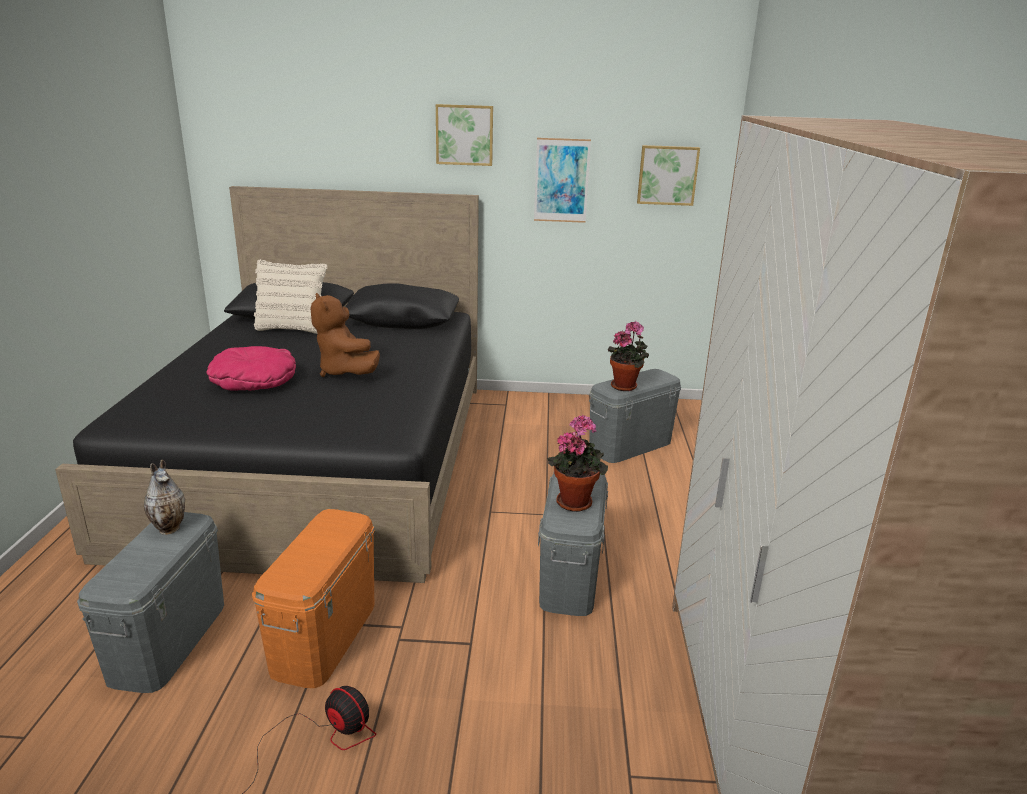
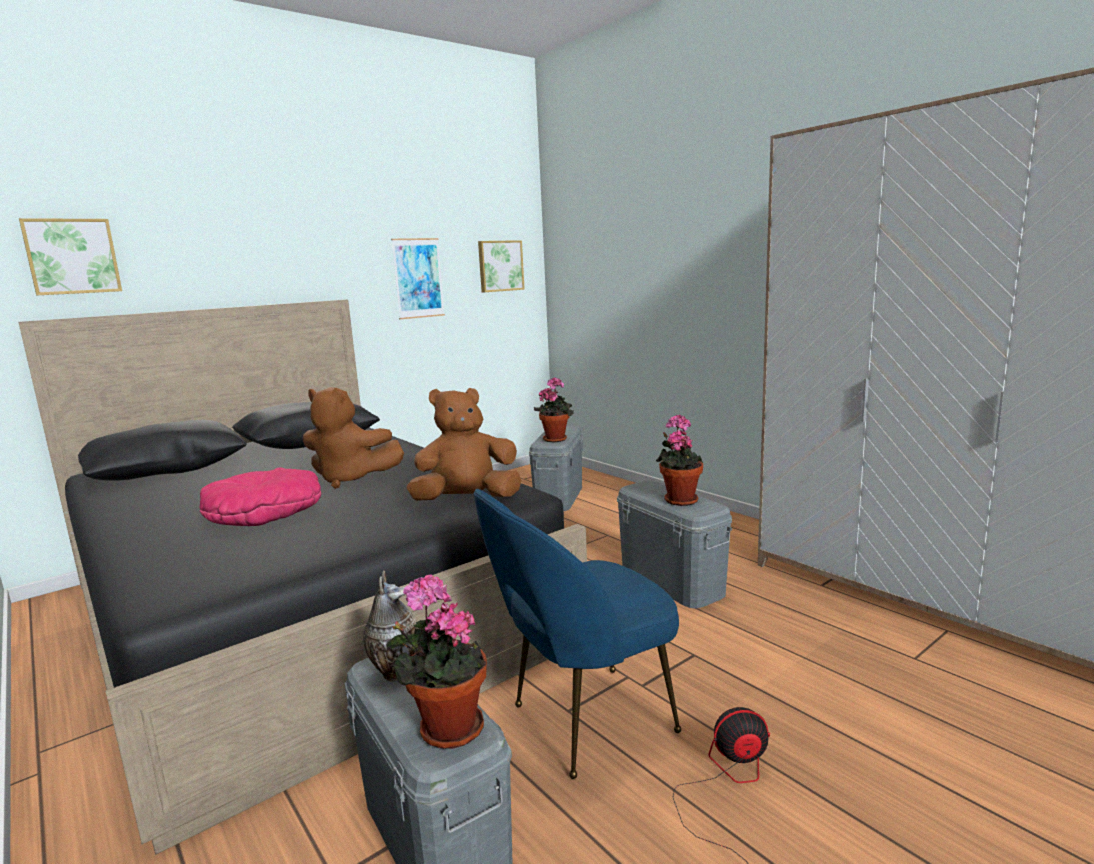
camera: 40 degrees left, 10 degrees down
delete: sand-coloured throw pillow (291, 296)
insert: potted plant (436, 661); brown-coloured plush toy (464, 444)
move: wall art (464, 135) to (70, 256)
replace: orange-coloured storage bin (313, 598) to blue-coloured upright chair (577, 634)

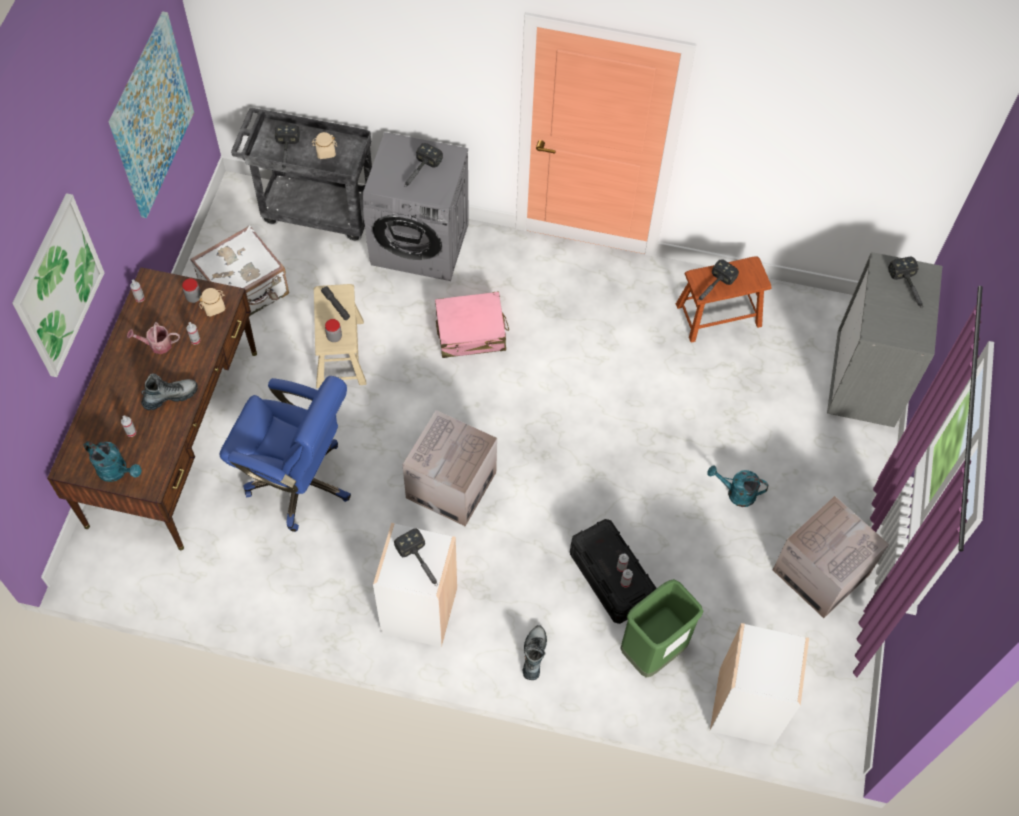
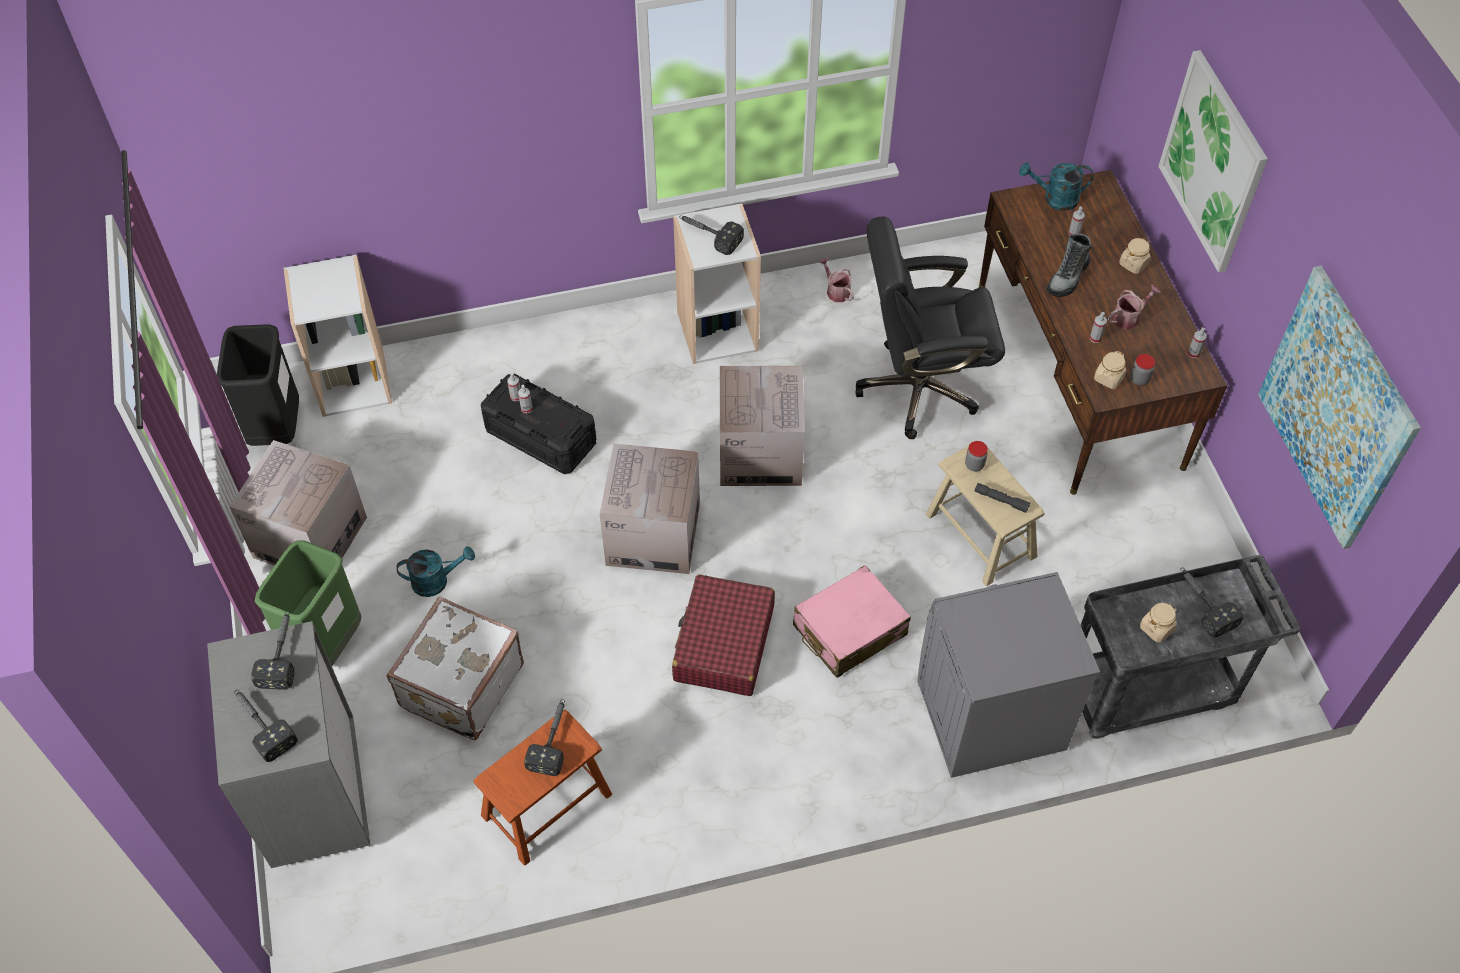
camera: 155 degrees right, 5 degrees down
delete: boot (535, 652)
insert: black-coloured waste bin (258, 385); cardboard box (650, 508); red piece of luggage (723, 635); sprinkling can (836, 280); sand-coloured preserve jar (1134, 256)
move: white piece of luggage (239, 270) to (455, 668); hand hammer (423, 165) to (272, 650); green-coloured waste bin (662, 628) to (308, 603)
recolor: blue-coloured computer chair (285, 454) to black-coloured computer chair (930, 327)

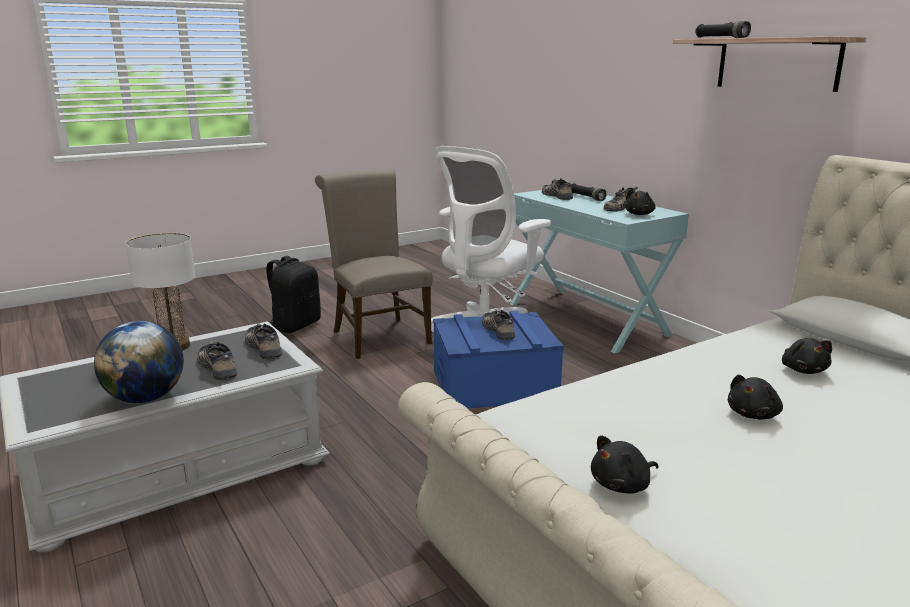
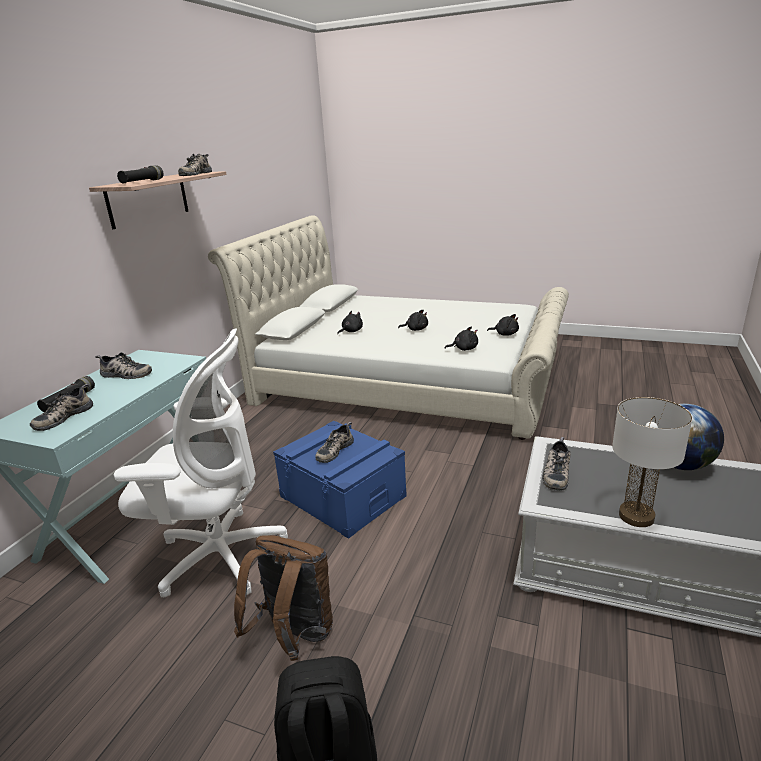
camera: 125 degrees left, 5 degrees up
move: shoe (217, 361) to (195, 164); black-coloured plush toy (640, 202) to (461, 339)
replace: sand-coloured upright chair (374, 264) to brown-coloured knapsack (283, 598)

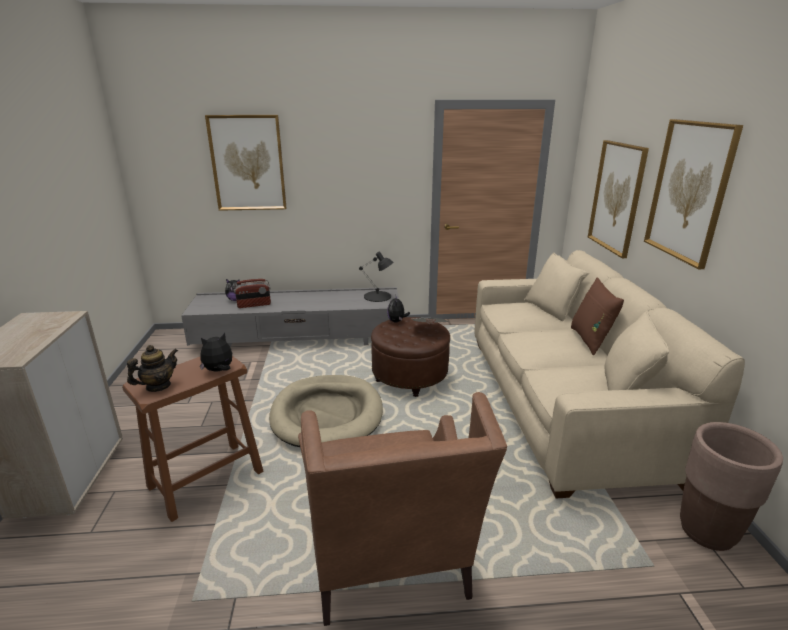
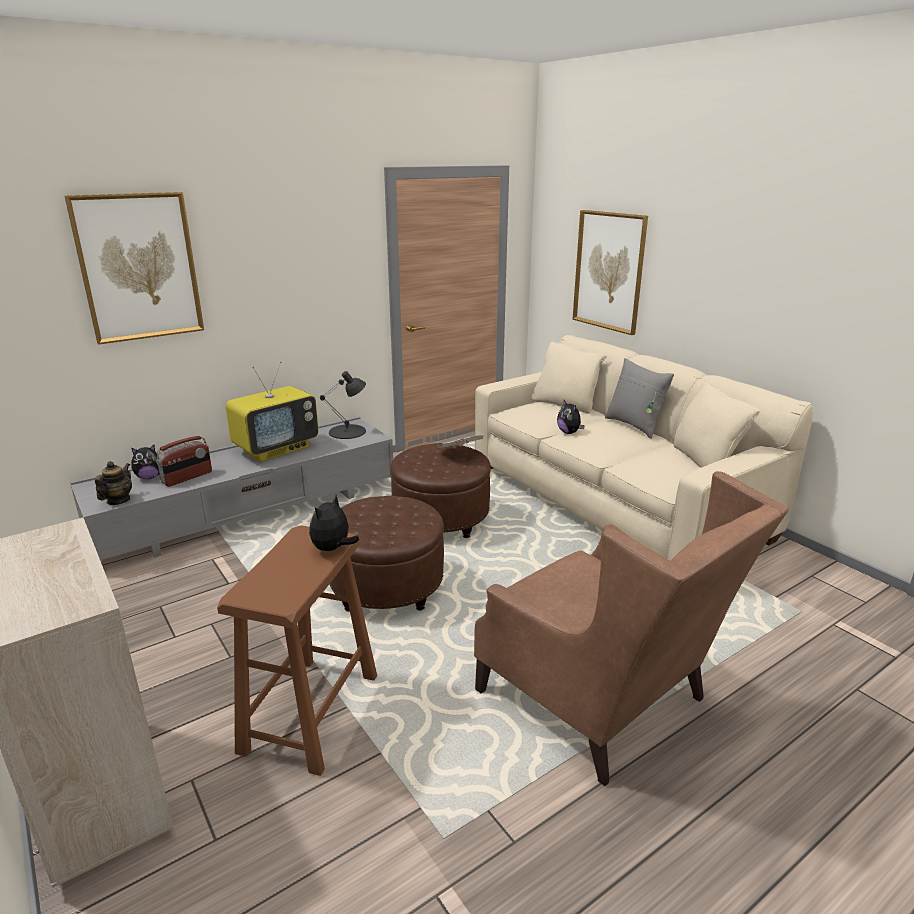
camera: 30 degrees left, 0 degrees up
delete: wall art (693, 194); brown-coloured planter (731, 486)
insert: TV set (272, 411)
move: teapot (152, 368) to (113, 483); plush toy (398, 308) to (571, 417)
replace: sand-coloured pet bed (326, 411) to brown-coloured footrest (387, 553)
recolor: brown-coloured throw pillow (597, 316) to greyish throw pillow (639, 398)

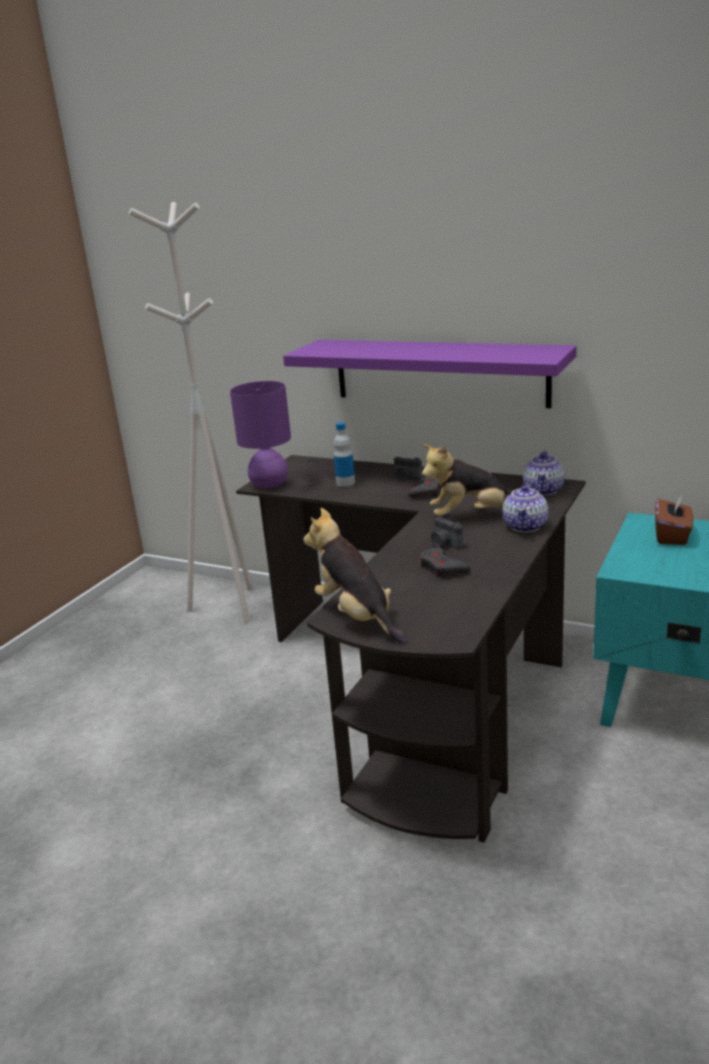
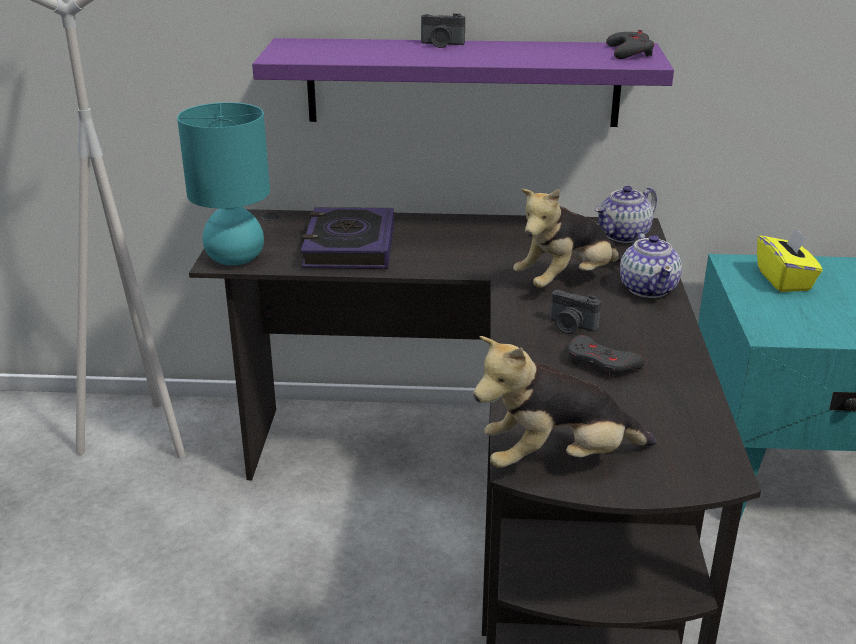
camera: 25 degrees left, 5 degrees up
move: still camera (408, 469) to (443, 30); greyish gamepad (425, 487) to (630, 44)
replace: drink bottle (344, 454) to volume (347, 238)
recolor: purple-coloured tabletop lamp (260, 434) to blue-green tabletop lamp (223, 183); brown-coloured box of tissues (674, 519) to yellow-coloured box of tissues (790, 259)
rotate: plush toy (355, 576) = (564, 402) 45 degrees counterclockwise; teapot (544, 473) = (626, 214) 60 degrees clockwise

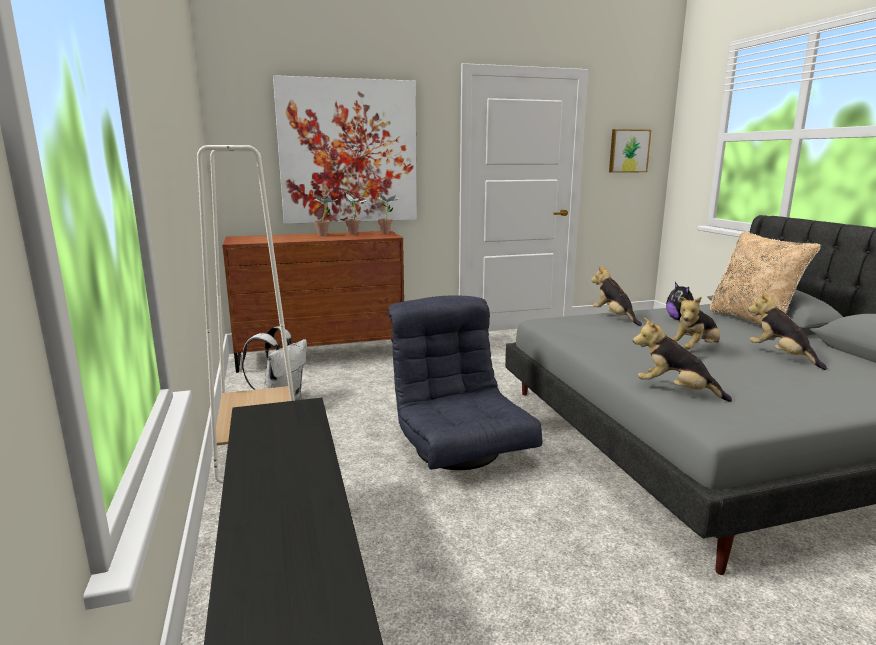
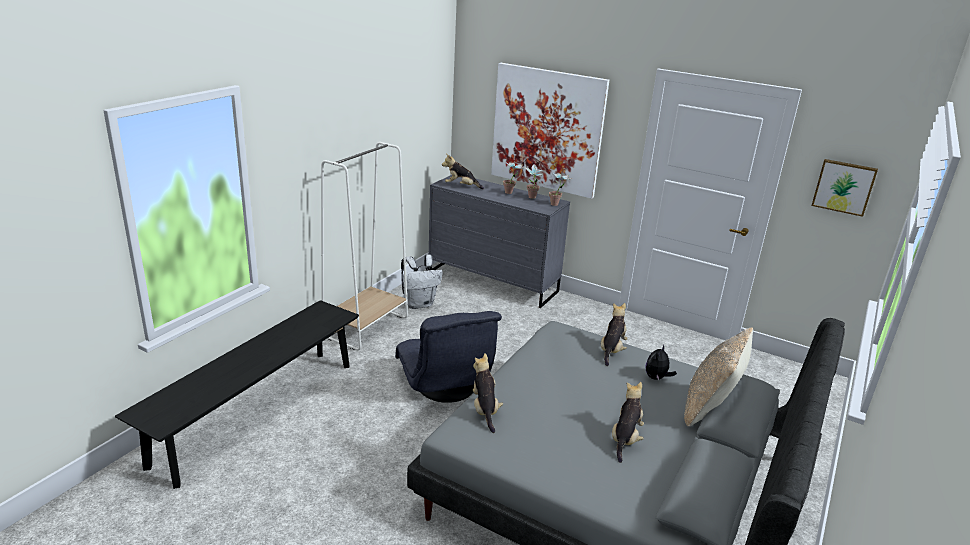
camera: 45 degrees right, 10 degrees up
move: plush toy (695, 323) to (463, 171)
recolor: brown-coloured chest of drawers (313, 302) to greyish chest of drawers (499, 241)
rotate: greyish lounge chair (465, 383) = (448, 357) 135 degrees clockwise

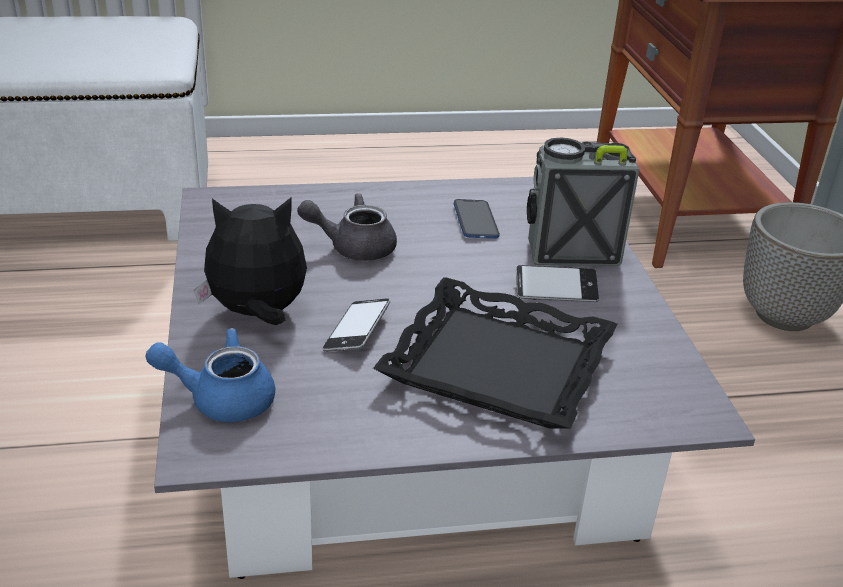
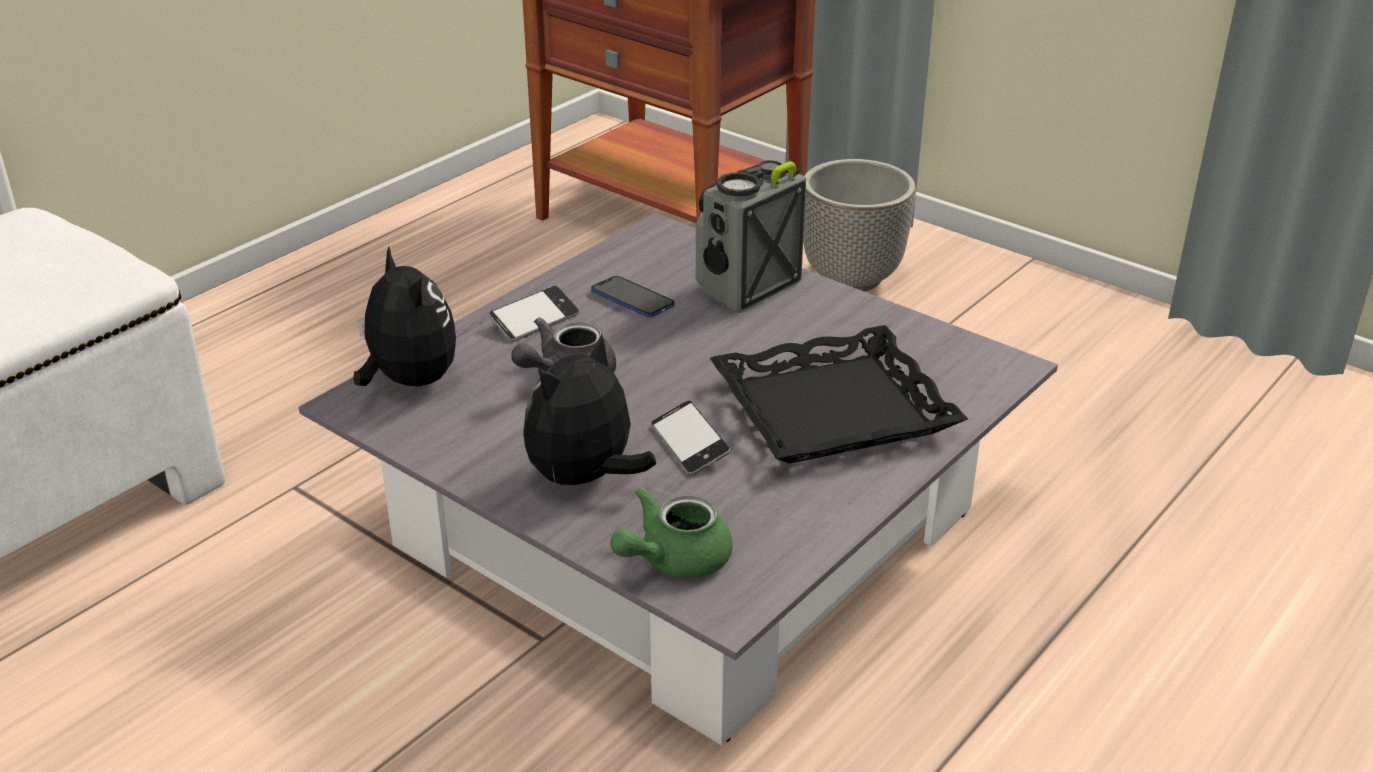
camera: 40 degrees left, 0 degrees up
insert: plush toy (405, 316)
move: handset (557, 283) to (533, 314)
recolor: blue-coloured teapot (210, 375) to green-coloured teapot (671, 532)

